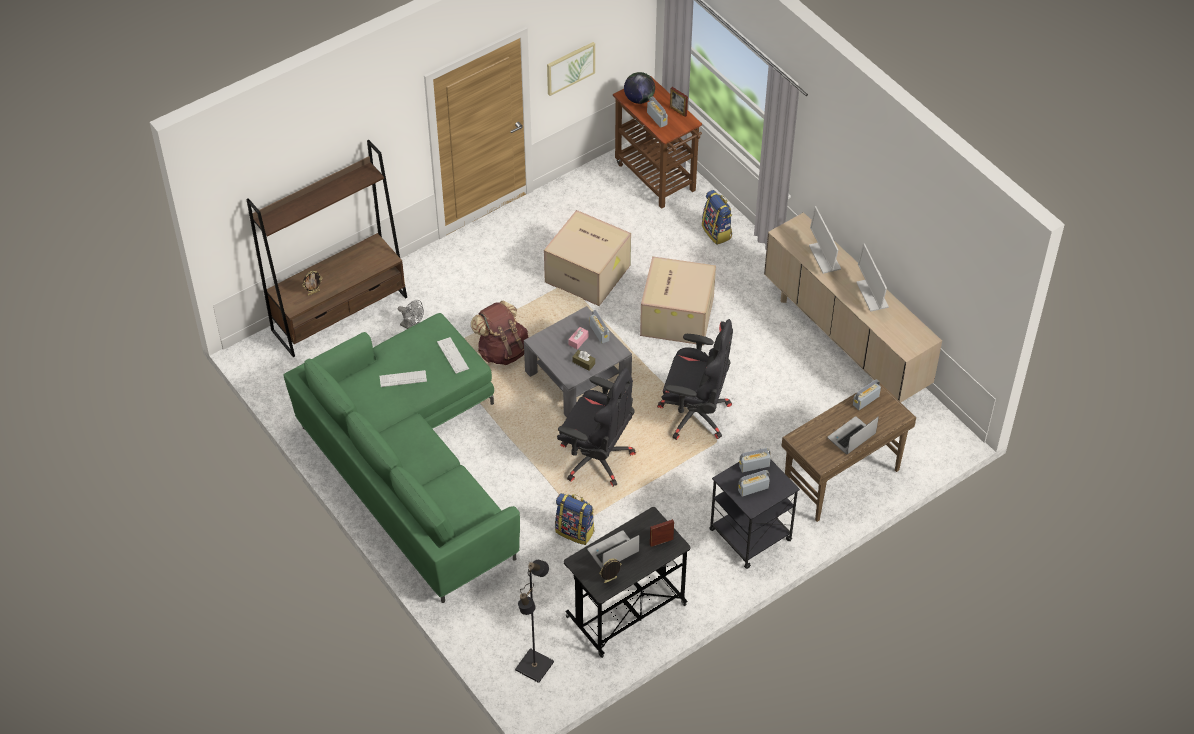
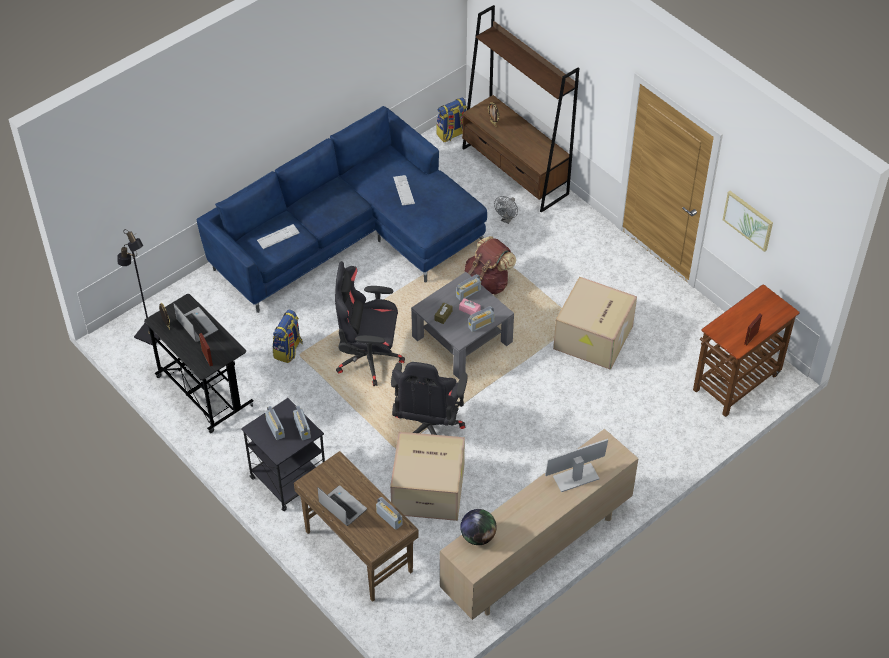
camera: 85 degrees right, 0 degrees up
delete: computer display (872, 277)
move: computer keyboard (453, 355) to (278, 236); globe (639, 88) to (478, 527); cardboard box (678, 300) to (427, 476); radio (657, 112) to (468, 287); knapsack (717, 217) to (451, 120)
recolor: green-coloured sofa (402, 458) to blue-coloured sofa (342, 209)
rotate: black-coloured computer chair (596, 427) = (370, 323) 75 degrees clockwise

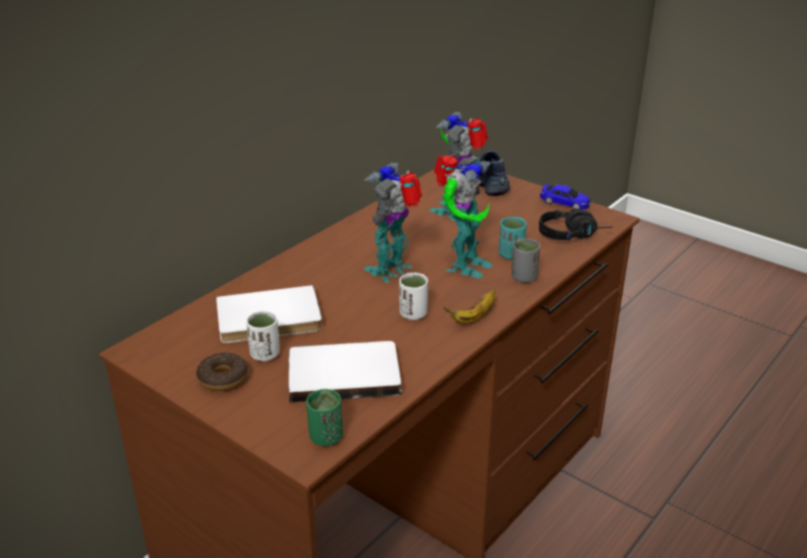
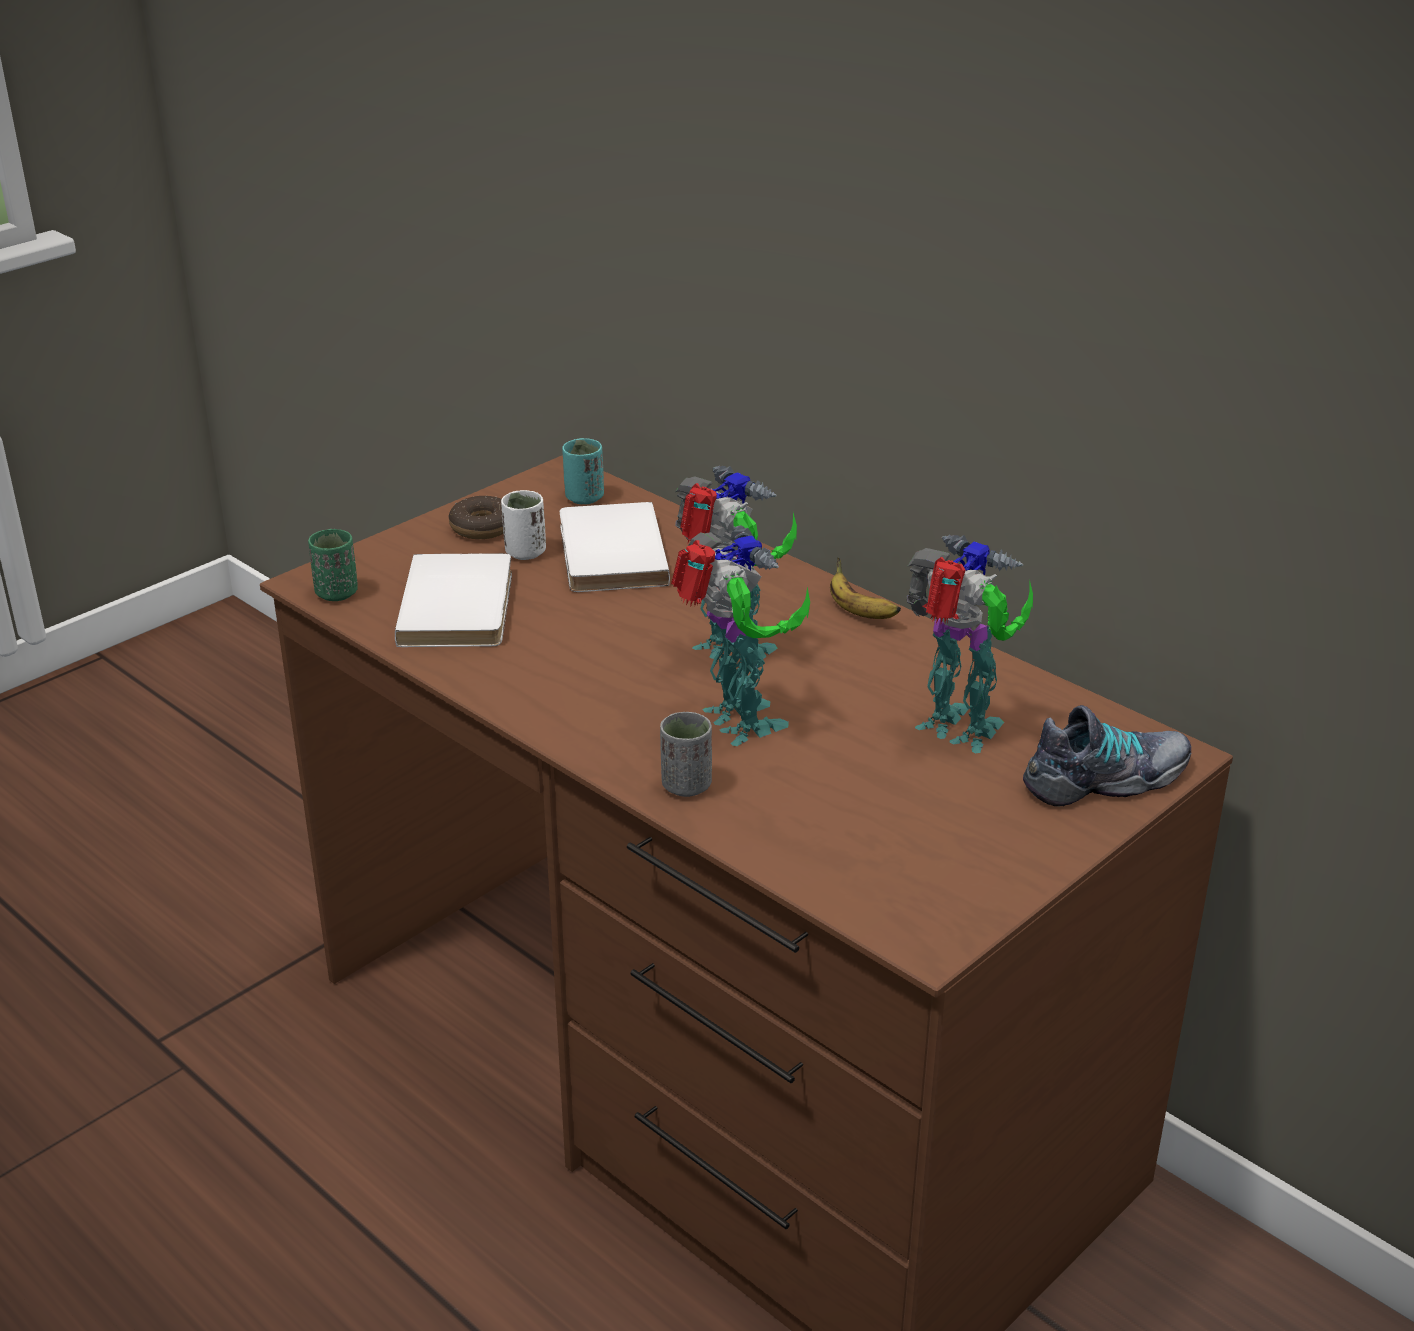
camera: 95 degrees right, 0 degrees up
delete: white drinking cup (413, 296); black-coloured headset (576, 224); toy car (565, 197)
move: banana (469, 307) to (865, 588); blue-green drinking cup (513, 238) to (583, 471)
rotate: toy robot (463, 216) = (740, 635) 150 degrees counterclockwise

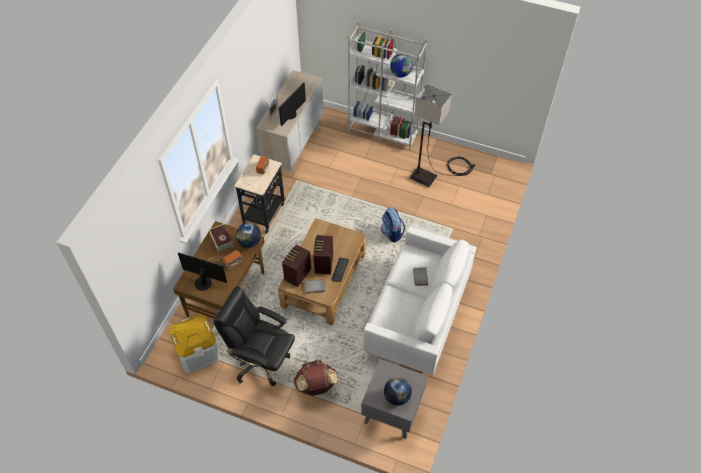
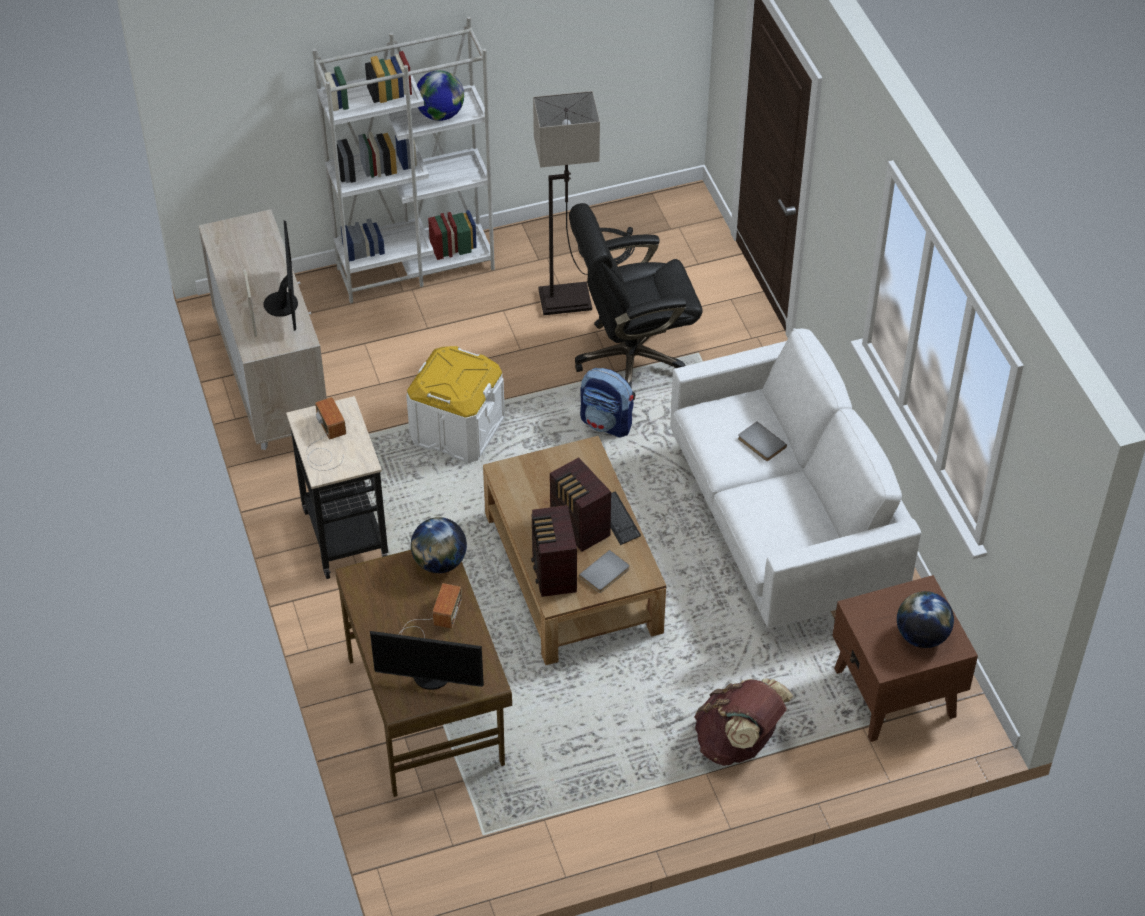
camera: 40 degrees left, 5 degrees down
delete: volume (221, 238)
move: white storage bin (195, 343) to (455, 404); black-coloured computer chair (254, 336) to (636, 301)
recolor: greyish bedside table (394, 399) to brown-coloured bedside table (905, 658)
rotate: computer display (202, 272) = (427, 660) 150 degrees counterclockwise

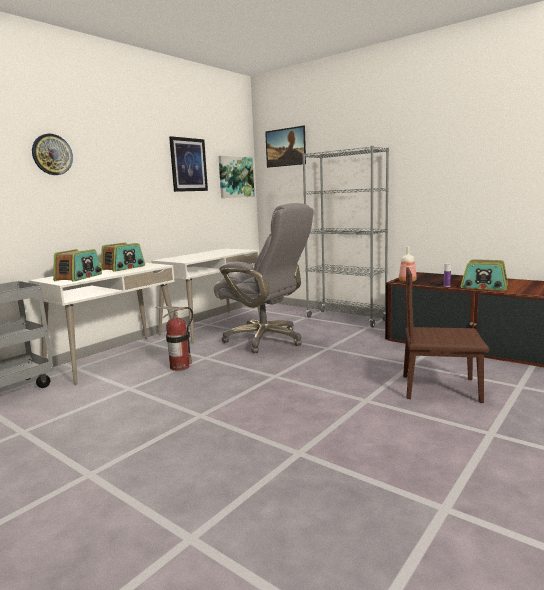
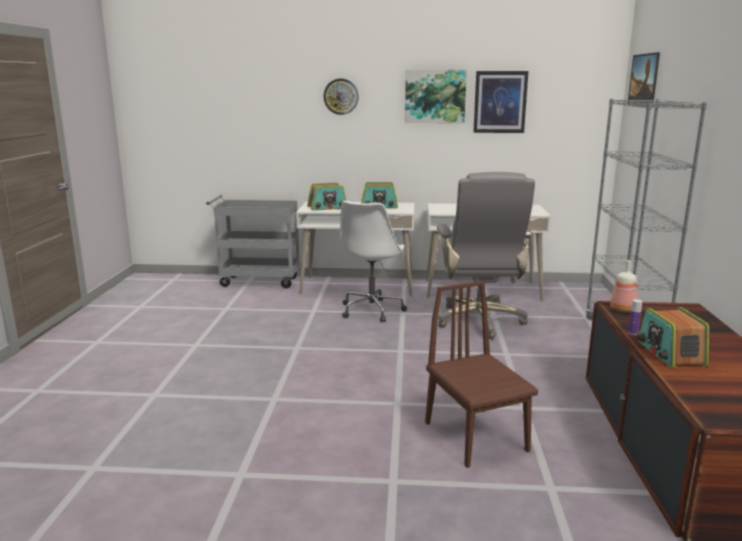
camera: 55 degrees right, 5 degrees up
move: wall art (237, 177) to (436, 96)
replace: fire extinguisher (174, 338) to white computer chair (373, 261)

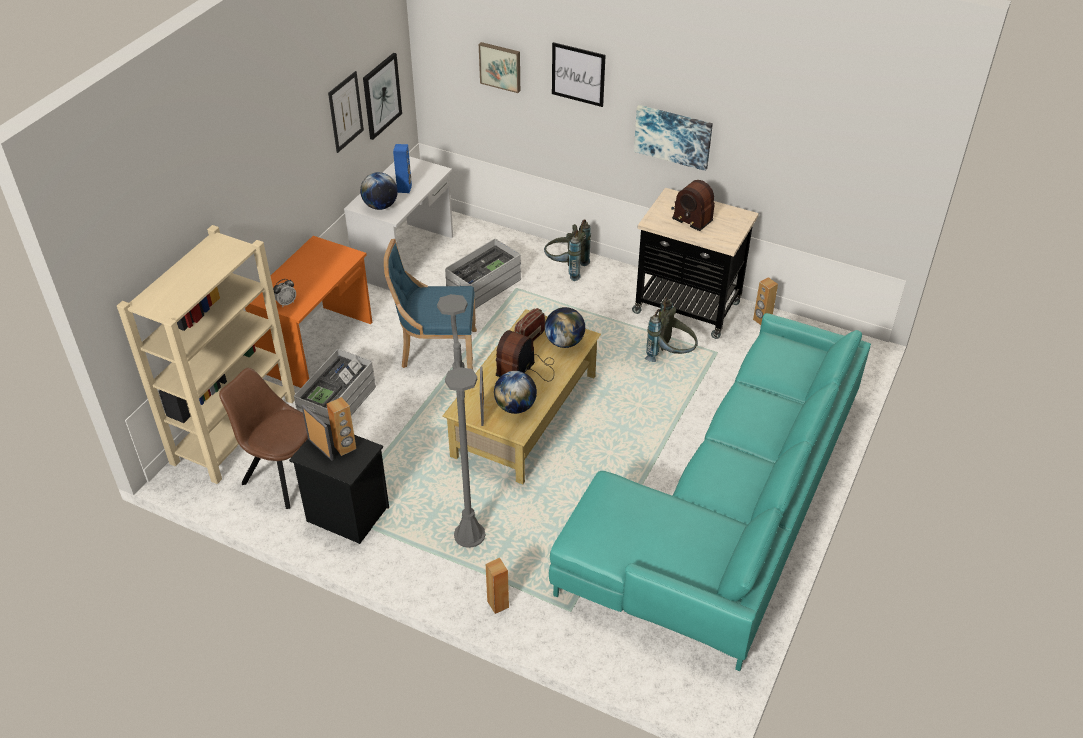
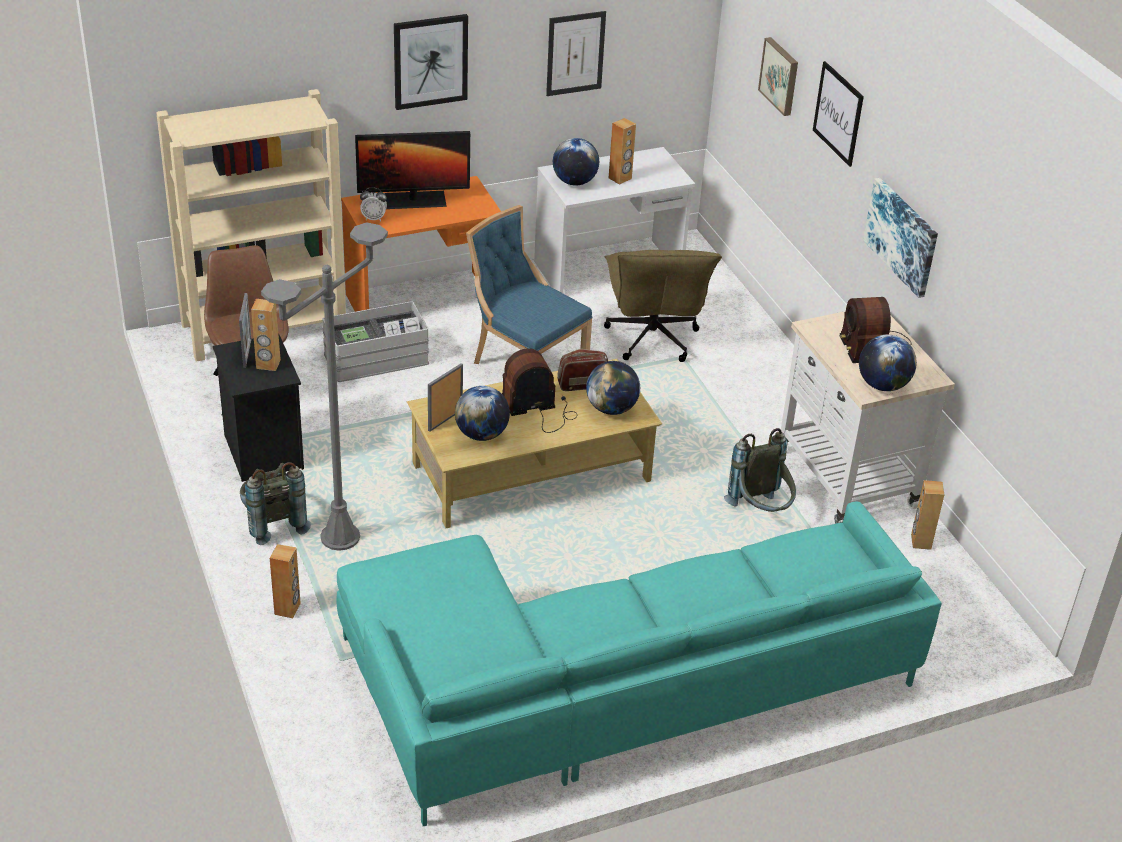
camera: 40 degrees right, 5 degrees down
insert: computer display (412, 170); globe (888, 362)
move: wall art (382, 96) to (431, 62); greyish knapsack (567, 250) to (275, 503)
replace: greyish storage bin (483, 274) to sand-coloured computer chair (663, 306)
recolor: blue-coloured loudspeaker (402, 168) to brown-coloured loudspeaker (622, 151); black-coloured trolley (695, 263) to white trolley (868, 417)

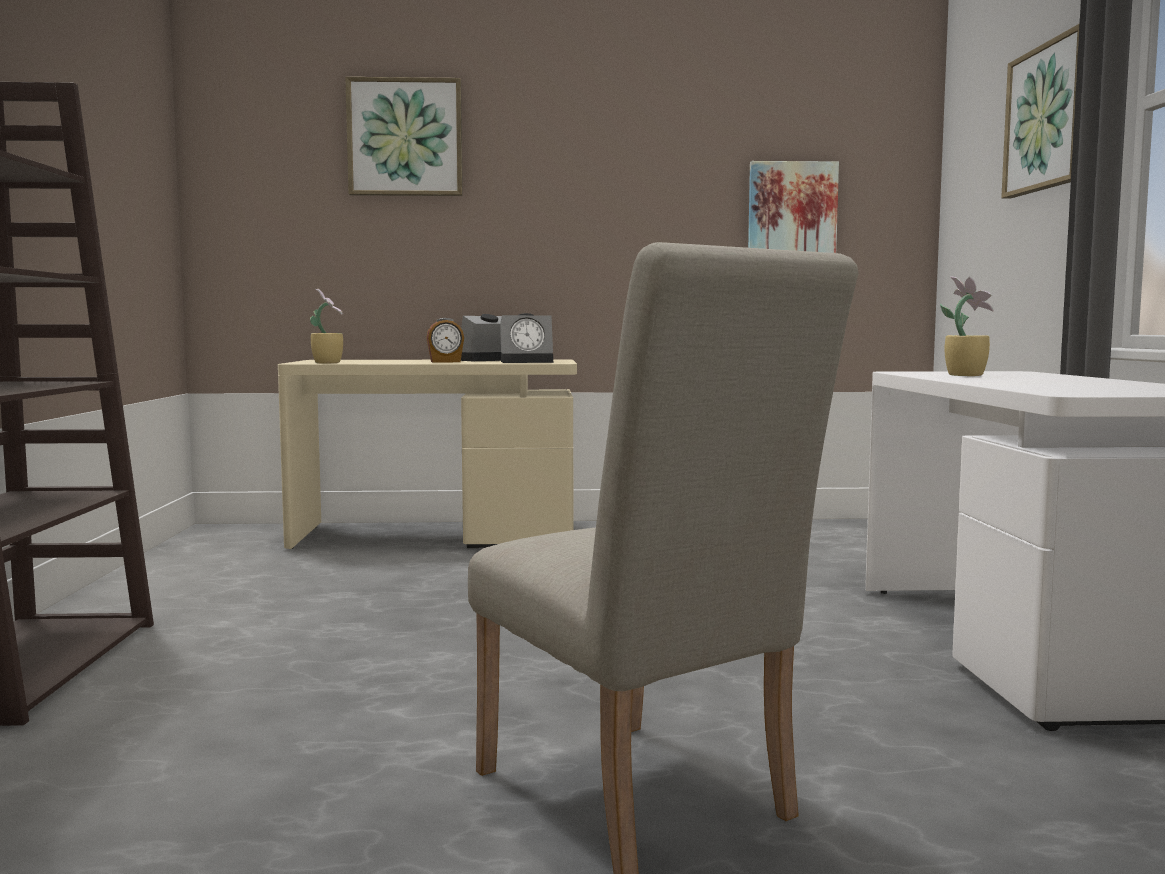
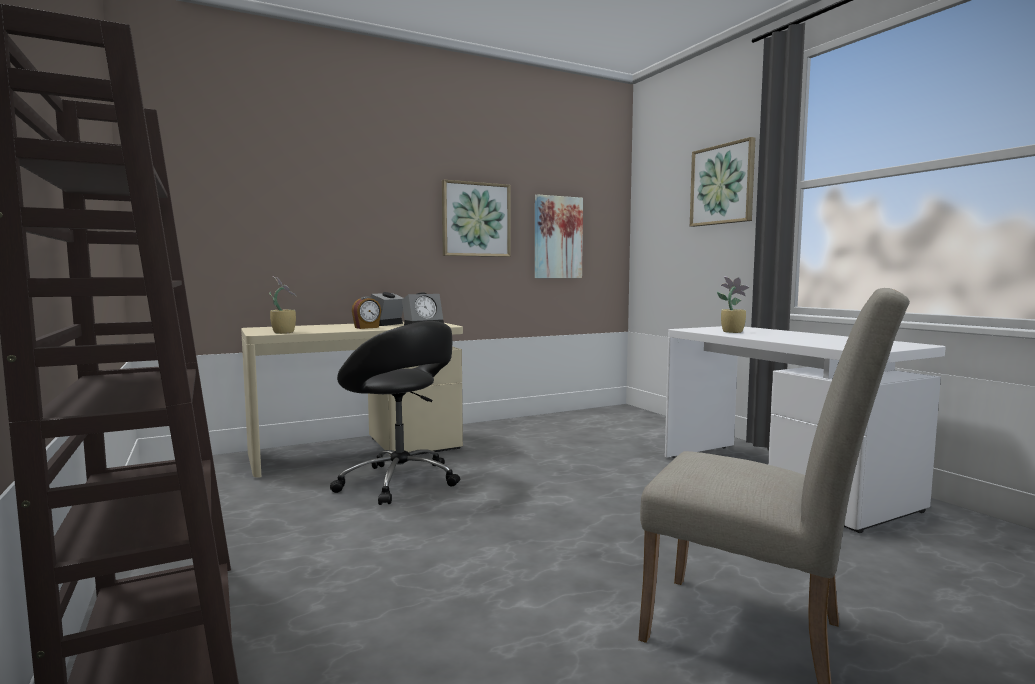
camera: 25 degrees left, 0 degrees up
insert: black-coloured computer chair (395, 413)
move: wall art (404, 136) to (476, 218)

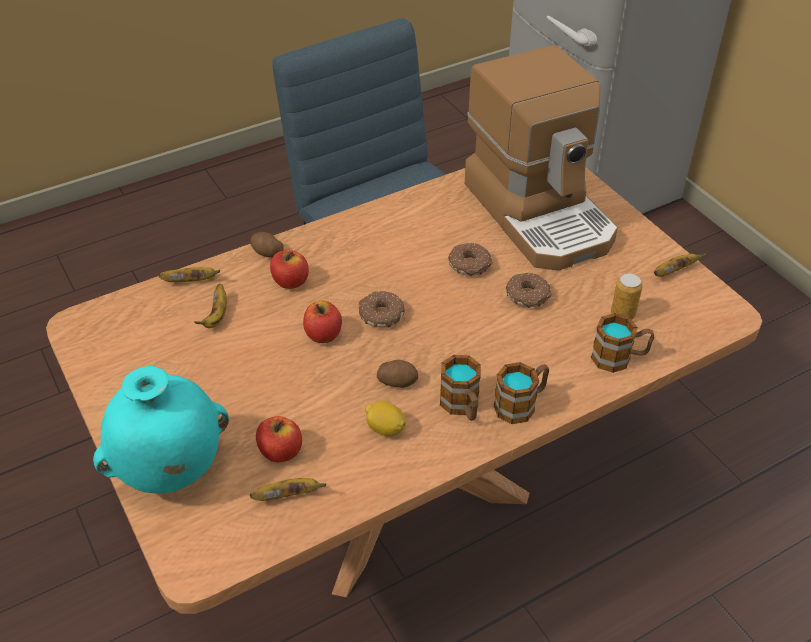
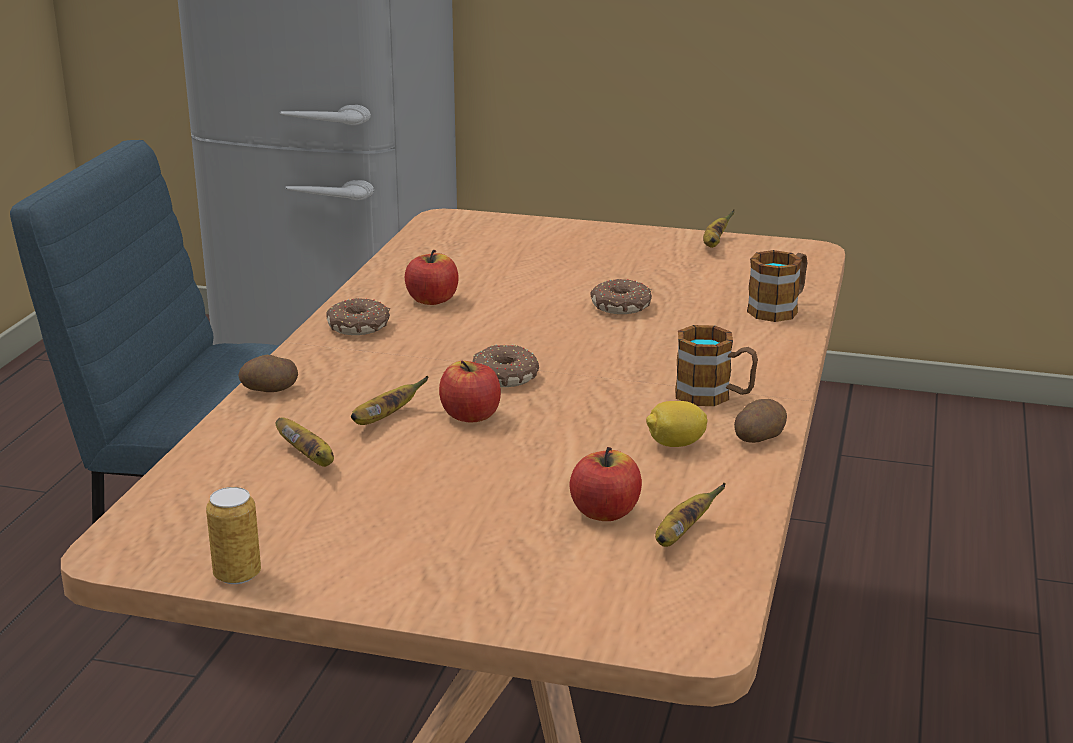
camera: 45 degrees left, 20 degrees down
delete: blue-green vase (161, 430); coffee brewer (541, 158); mug (521, 393)
move: banana (189, 274) to (389, 400); whole apple (289, 269) to (432, 277); potato (397, 374) to (760, 421); doughnut (470, 259) to (358, 316); sealed can (627, 296) to (233, 535)

